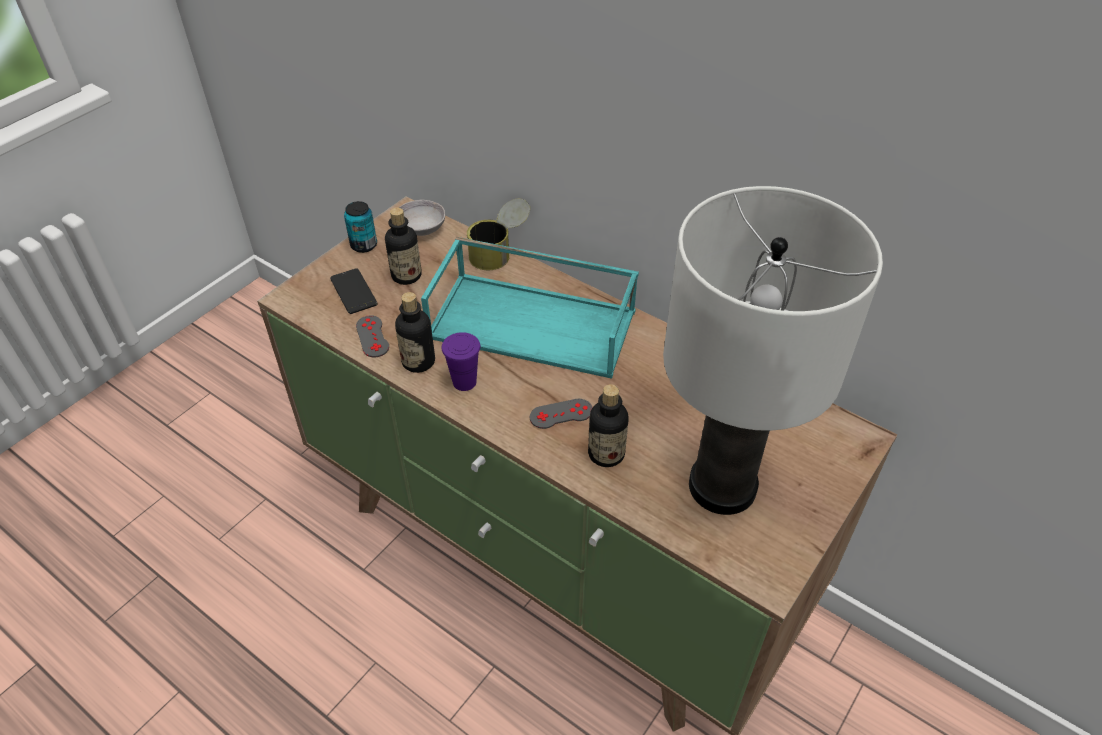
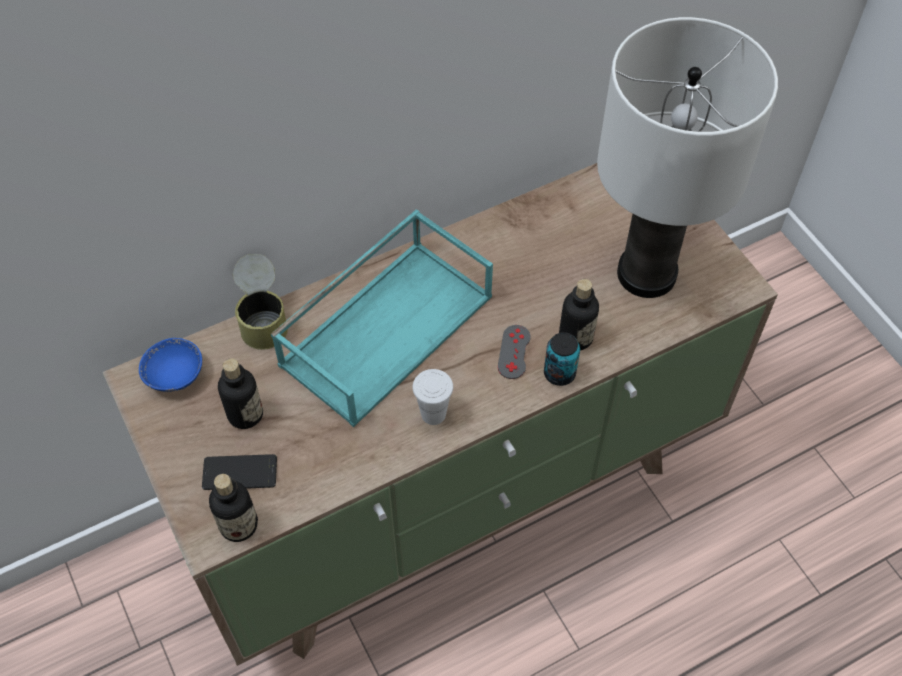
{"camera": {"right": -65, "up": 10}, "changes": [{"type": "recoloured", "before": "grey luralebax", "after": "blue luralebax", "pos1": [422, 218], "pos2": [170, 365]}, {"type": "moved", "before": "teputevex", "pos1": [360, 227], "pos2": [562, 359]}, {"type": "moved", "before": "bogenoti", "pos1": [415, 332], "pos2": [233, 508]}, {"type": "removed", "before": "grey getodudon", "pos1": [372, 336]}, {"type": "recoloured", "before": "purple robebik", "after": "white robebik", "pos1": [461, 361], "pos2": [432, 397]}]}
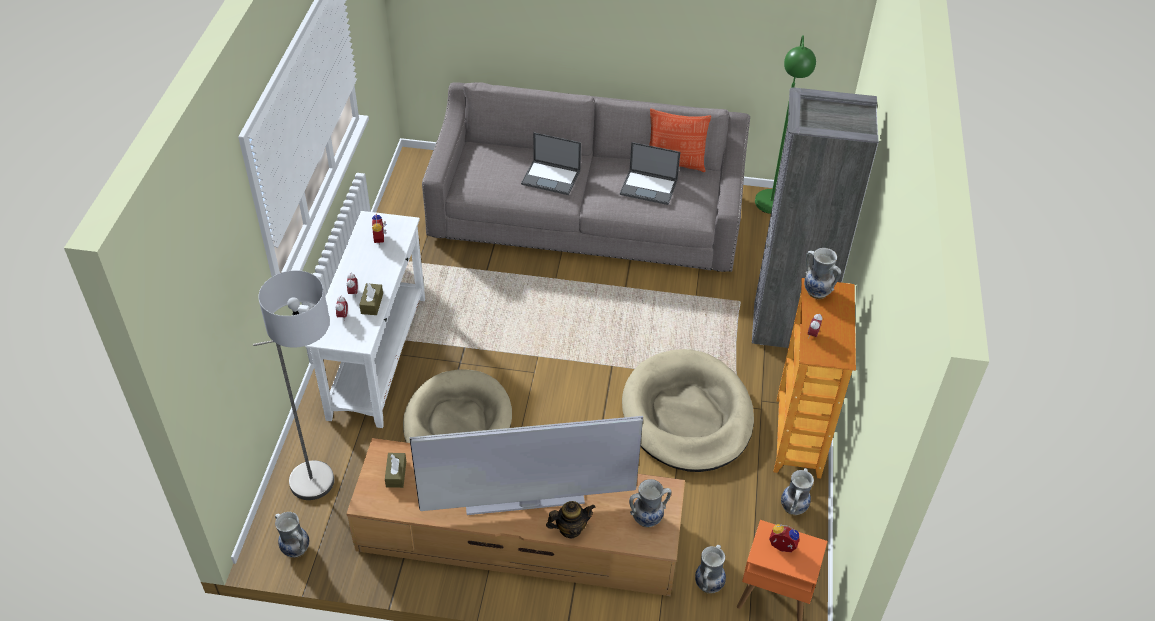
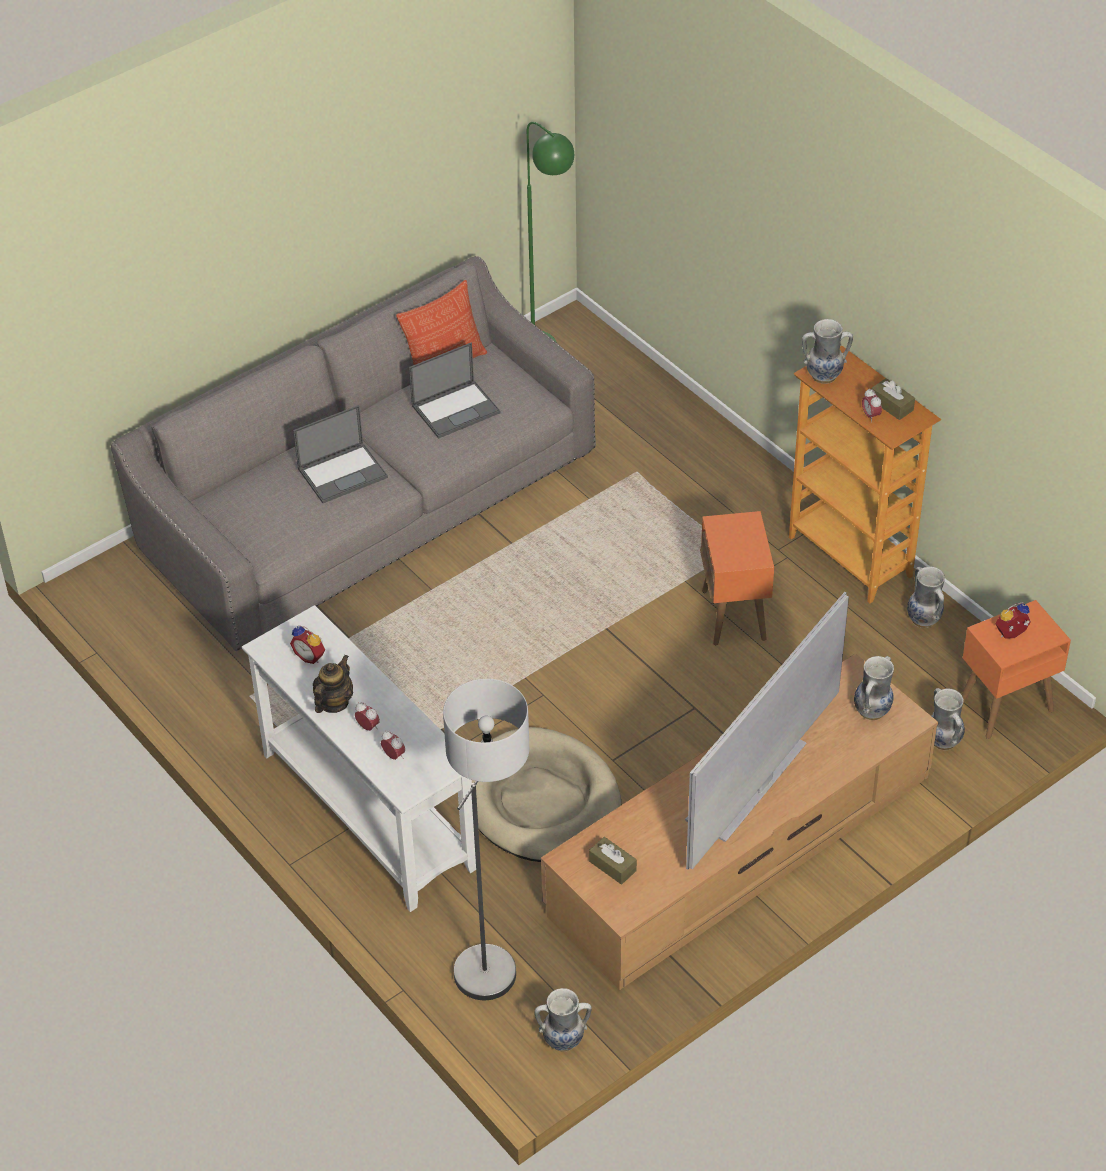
{"camera": {"right": -45, "up": 0}, "changes": [{"type": "removed", "before": "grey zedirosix", "pos1": [815, 217]}, {"type": "moved", "before": "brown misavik", "pos1": [371, 299], "pos2": [893, 399]}, {"type": "replaced", "before": "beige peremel", "after": "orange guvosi", "pos1": [688, 410], "pos2": [737, 578]}, {"type": "moved", "before": "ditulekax", "pos1": [570, 519], "pos2": [333, 684]}]}
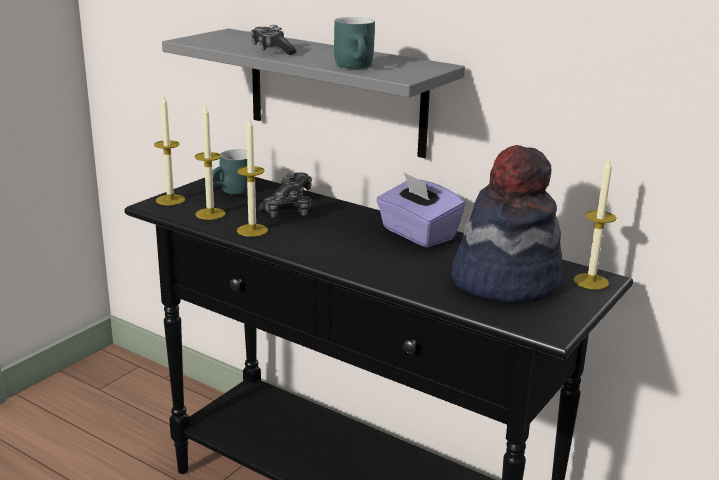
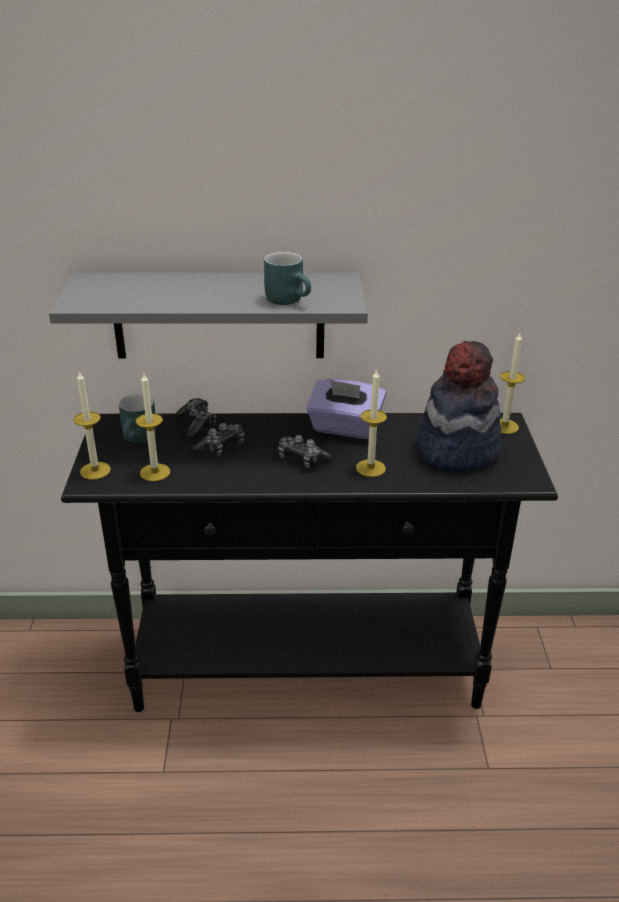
{"camera": {"right": -35, "up": 10}, "changes": [{"type": "moved", "before": "getodudon", "pos1": [273, 40], "pos2": [305, 451]}, {"type": "moved", "before": "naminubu", "pos1": [252, 177], "pos2": [371, 423]}]}
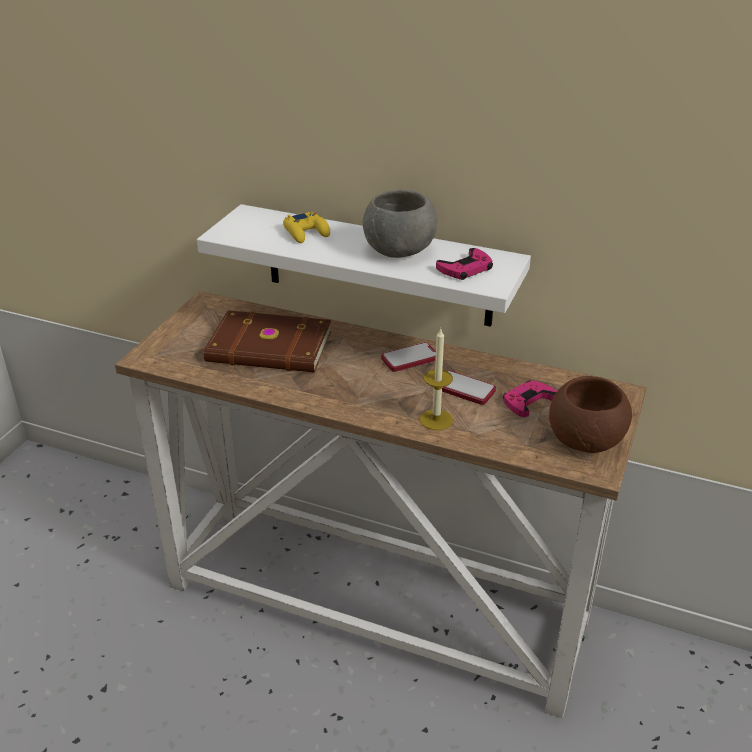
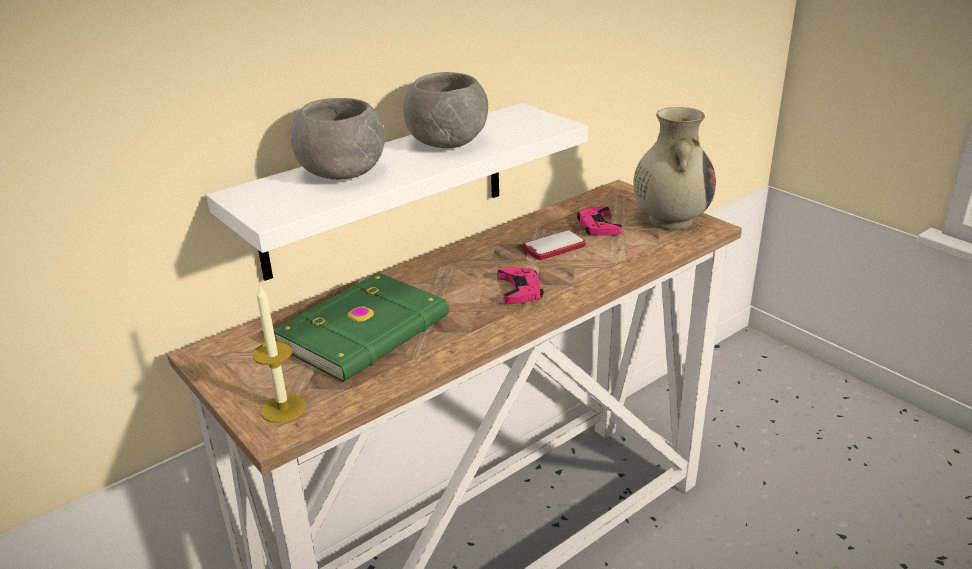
{"camera": {"right": -60, "up": -5}, "changes": [{"type": "replaced", "before": "yellow getodudon", "after": "grey luralebax", "pos1": [306, 227], "pos2": [338, 139]}, {"type": "moved", "before": "pink getodudon", "pos1": [464, 264], "pos2": [520, 285]}, {"type": "recoloured", "before": "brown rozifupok", "after": "green rozifupok", "pos1": [267, 341], "pos2": [361, 327]}, {"type": "moved", "before": "naminubu", "pos1": [436, 379], "pos2": [279, 353]}, {"type": "removed", "before": "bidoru", "pos1": [408, 357]}, {"type": "replaced", "before": "brown luralebax", "after": "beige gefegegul", "pos1": [590, 414], "pos2": [674, 168]}]}
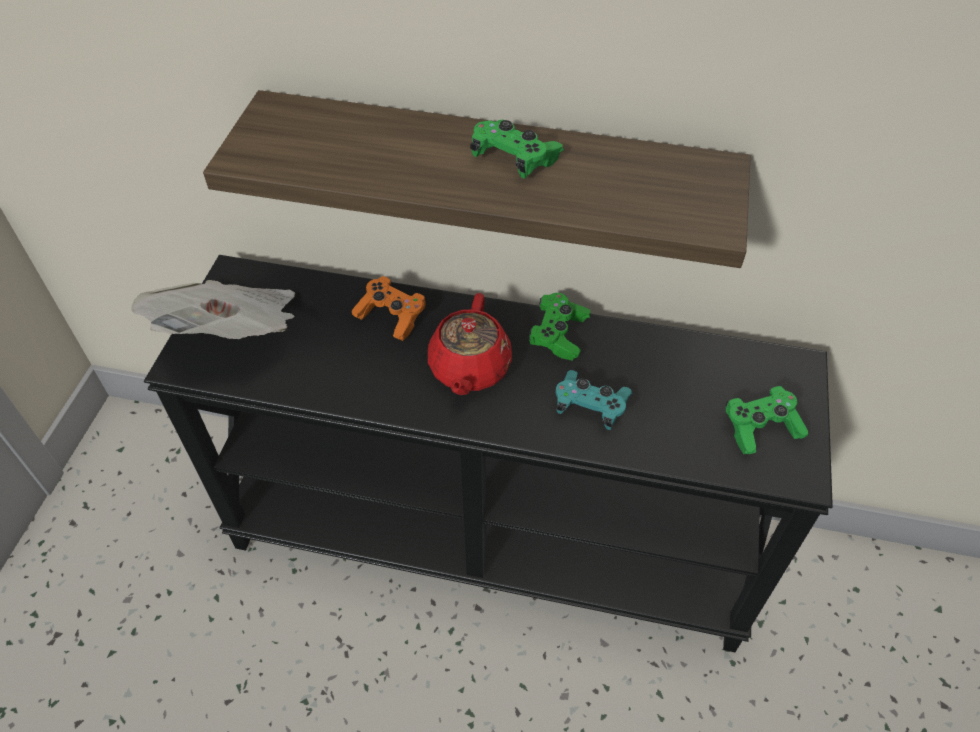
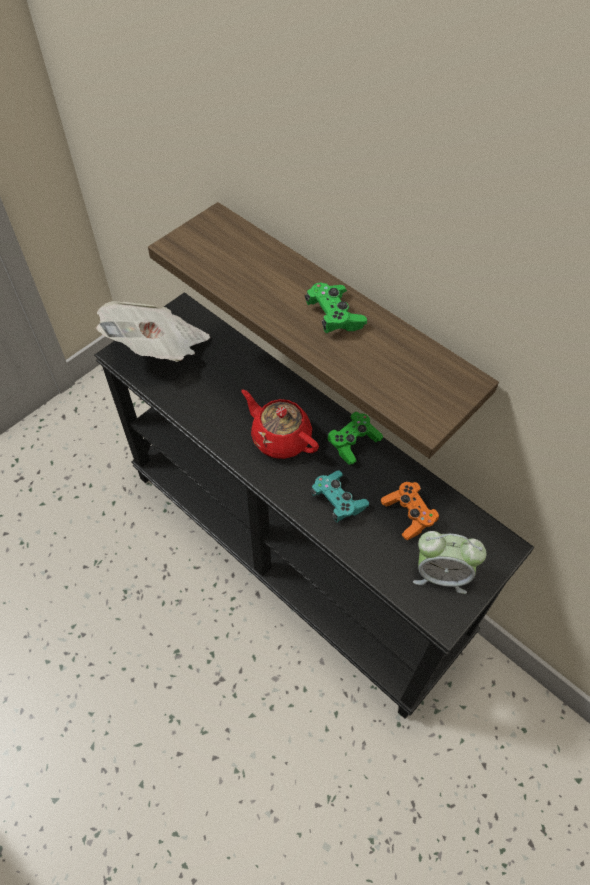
{"camera": {"right": 30, "up": 5}, "changes": [{"type": "moved", "before": "orange getodudon", "pos1": [389, 308], "pos2": [410, 511]}, {"type": "turned", "before": "red ditulekax", "pos1": [470, 344], "pos2": [280, 424], "turn": 90}, {"type": "replaced", "before": "green getodudon", "after": "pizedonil", "pos1": [767, 420], "pos2": [449, 562]}]}
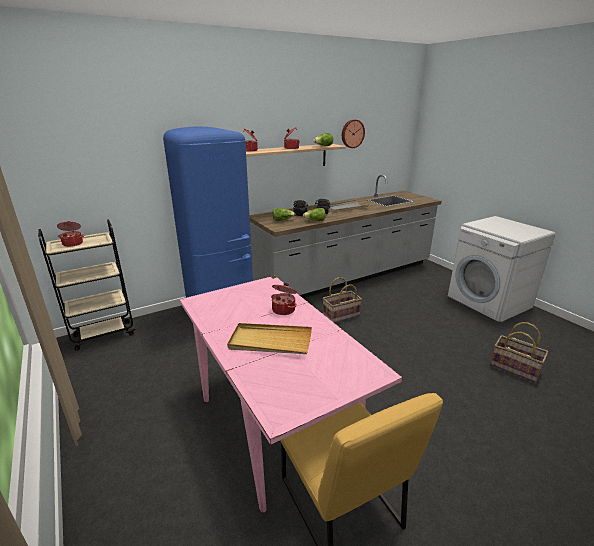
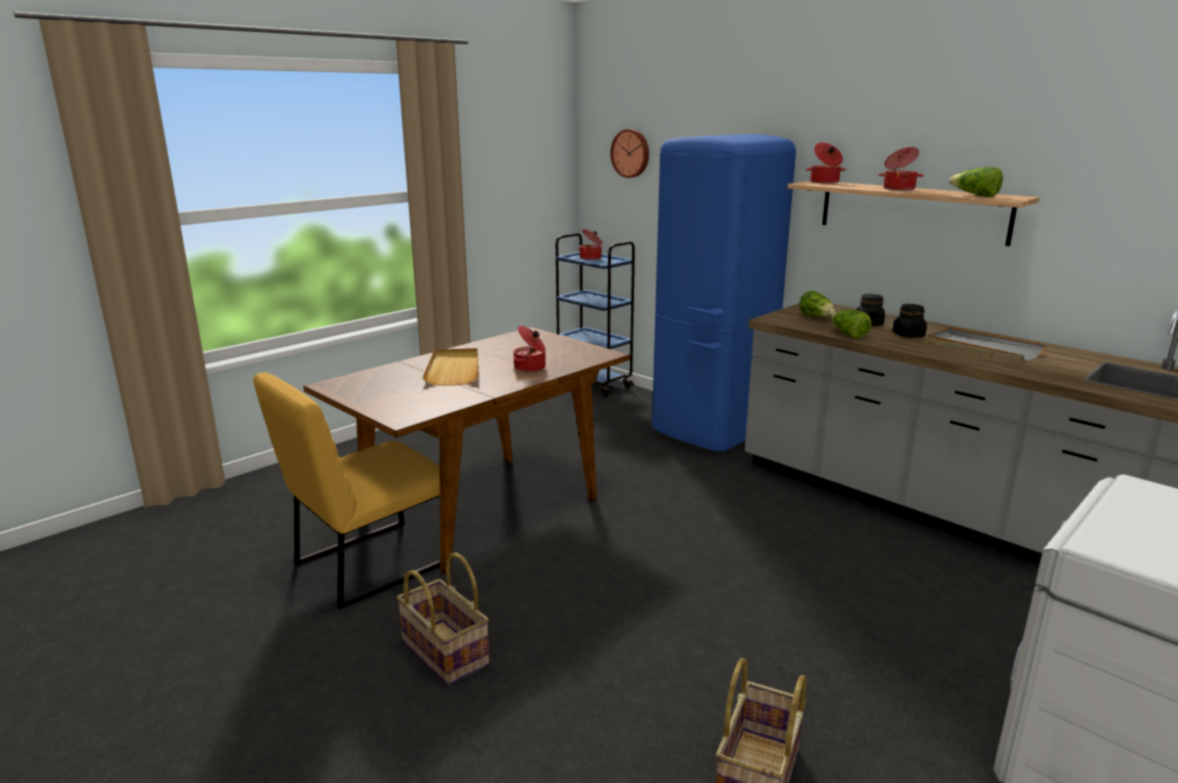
{"camera": {"right": 75, "up": -5}, "changes": [{"type": "moved", "before": "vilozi", "pos1": [353, 133], "pos2": [629, 153]}, {"type": "recoloured", "before": "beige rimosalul", "after": "blue rimosalul", "pos1": [87, 285], "pos2": [595, 315]}, {"type": "recoloured", "before": "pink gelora", "after": "brown gelora", "pos1": [291, 394], "pos2": [466, 450]}, {"type": "moved", "before": "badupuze", "pos1": [342, 300], "pos2": [443, 618]}]}
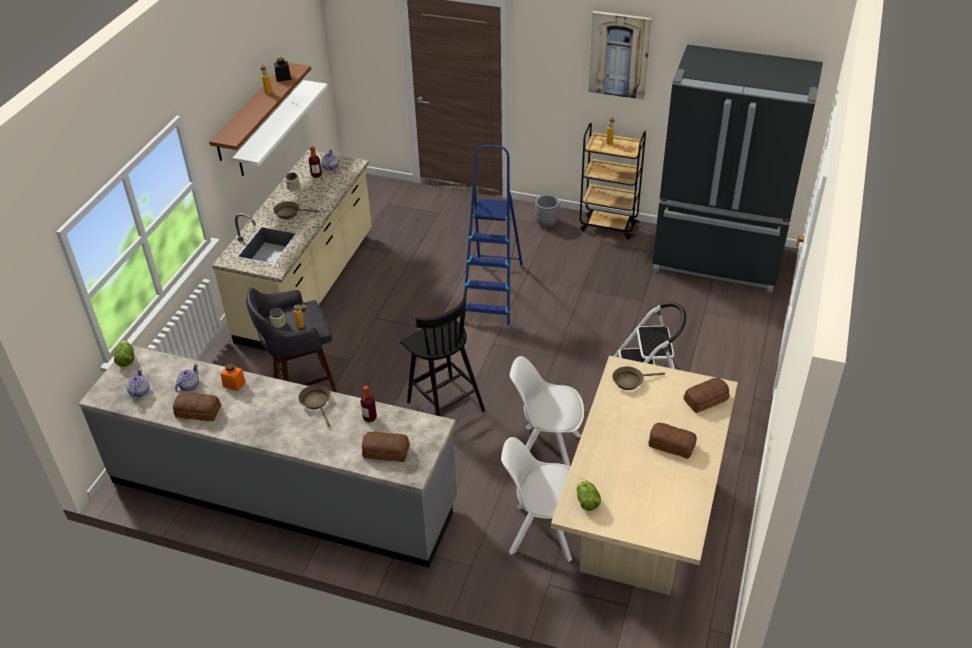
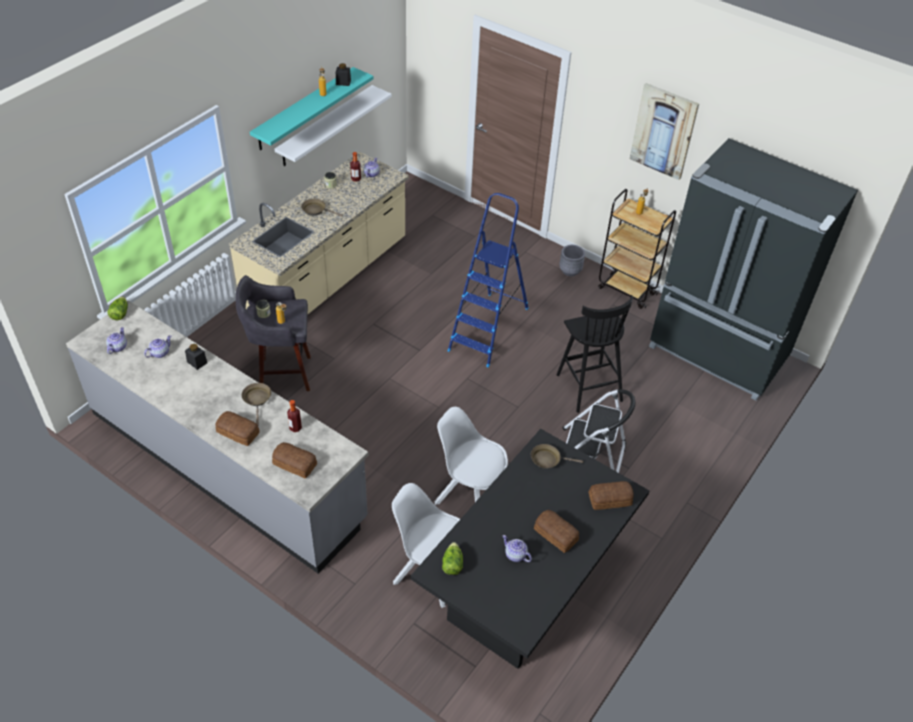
{"camera": {"right": 15, "up": 5}, "changes": [{"type": "recoloured", "before": "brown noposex", "after": "turquoise noposex", "pos1": [260, 112], "pos2": [311, 109]}, {"type": "moved", "before": "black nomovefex", "pos1": [442, 355], "pos2": [594, 354]}, {"type": "recoloured", "before": "beige gelora", "after": "black gelora", "pos1": [644, 475], "pos2": [530, 549]}, {"type": "recoloured", "before": "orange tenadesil", "after": "black tenadesil", "pos1": [233, 377], "pos2": [196, 357]}, {"type": "moved", "before": "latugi", "pos1": [197, 406], "pos2": [237, 428]}, {"type": "added", "after": "ditulekax", "pos2": [517, 548]}]}
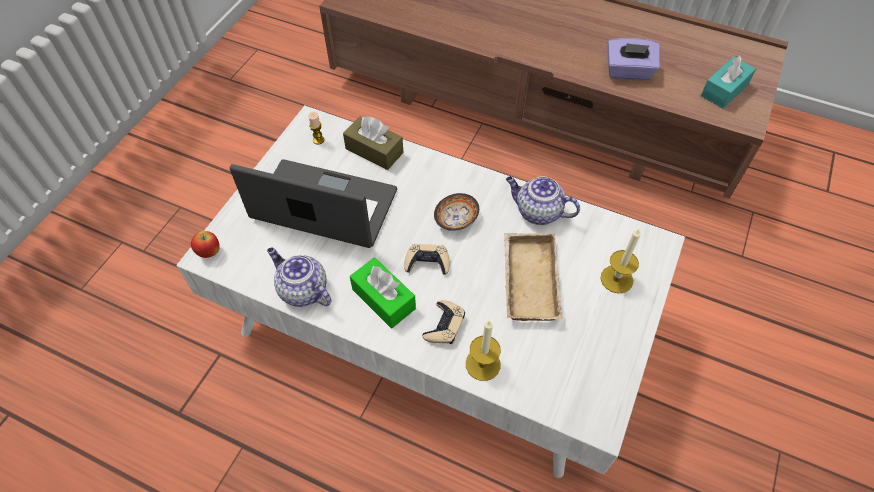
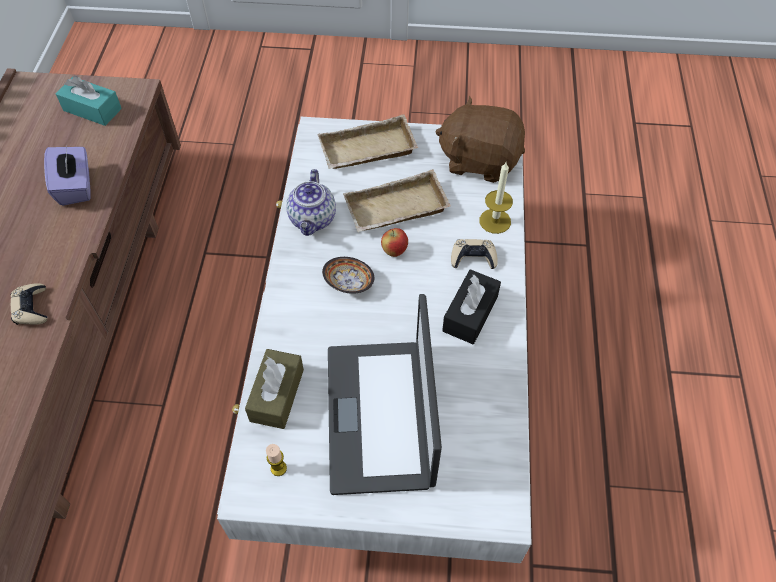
{"camera": {"right": -110, "up": 0}, "changes": [{"type": "replaced", "before": "naminubu", "after": "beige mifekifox", "pos1": [620, 261], "pos2": [367, 141]}, {"type": "moved", "before": "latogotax", "pos1": [205, 244], "pos2": [394, 242]}, {"type": "moved", "before": "beige getodudon", "pos1": [427, 259], "pos2": [29, 304]}, {"type": "removed", "before": "ditulekax", "pos1": [299, 277]}, {"type": "recoloured", "before": "green misavik", "after": "black misavik", "pos1": [383, 293], "pos2": [471, 306]}, {"type": "added", "after": "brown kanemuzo", "pos2": [480, 139]}]}
